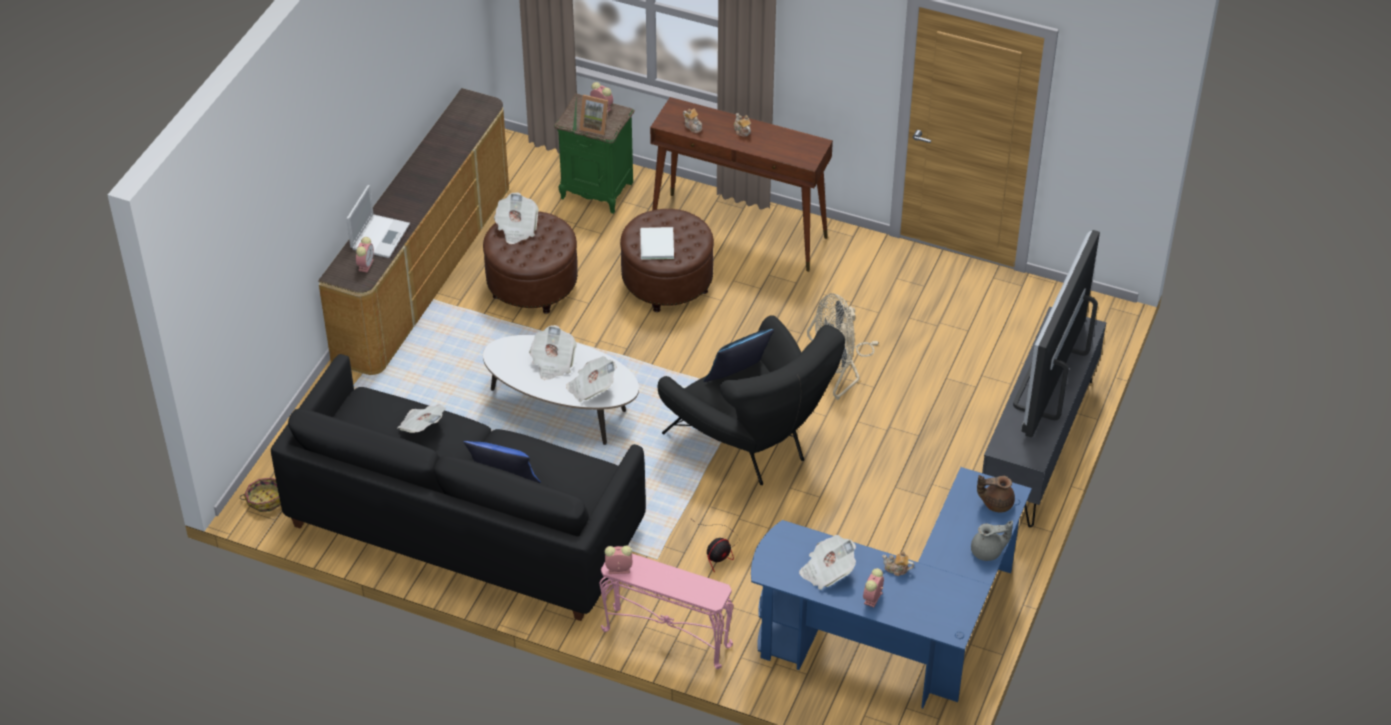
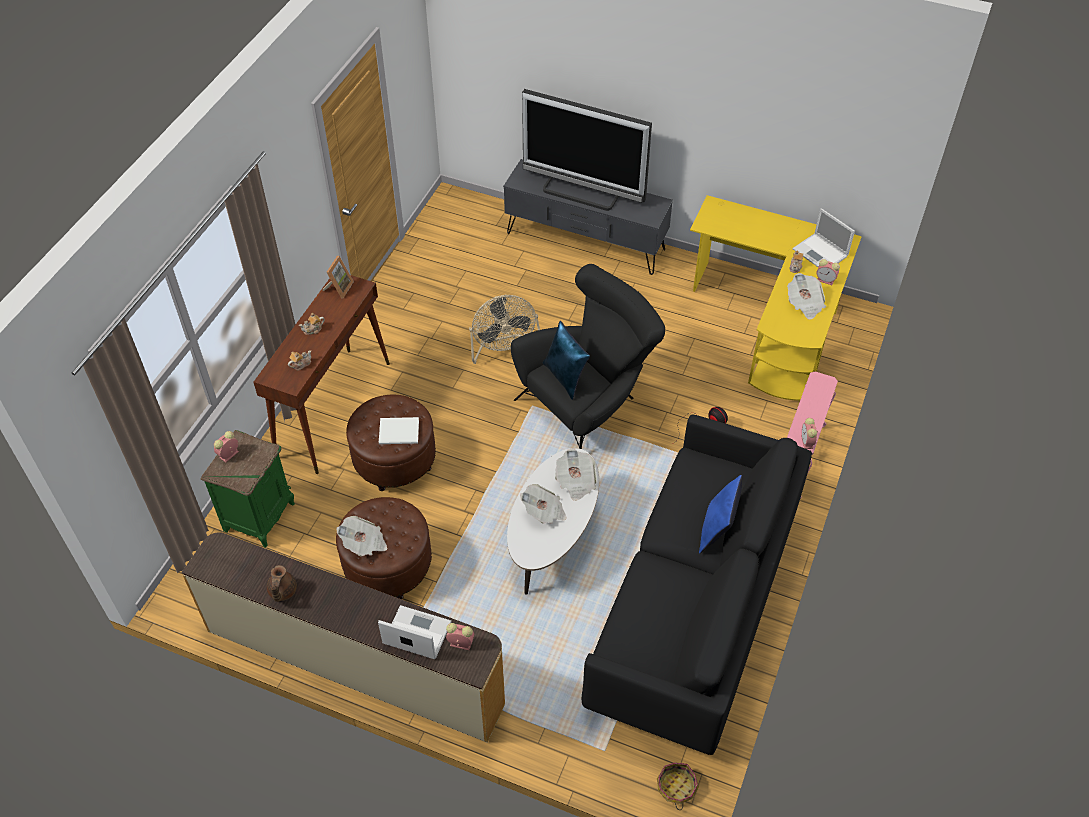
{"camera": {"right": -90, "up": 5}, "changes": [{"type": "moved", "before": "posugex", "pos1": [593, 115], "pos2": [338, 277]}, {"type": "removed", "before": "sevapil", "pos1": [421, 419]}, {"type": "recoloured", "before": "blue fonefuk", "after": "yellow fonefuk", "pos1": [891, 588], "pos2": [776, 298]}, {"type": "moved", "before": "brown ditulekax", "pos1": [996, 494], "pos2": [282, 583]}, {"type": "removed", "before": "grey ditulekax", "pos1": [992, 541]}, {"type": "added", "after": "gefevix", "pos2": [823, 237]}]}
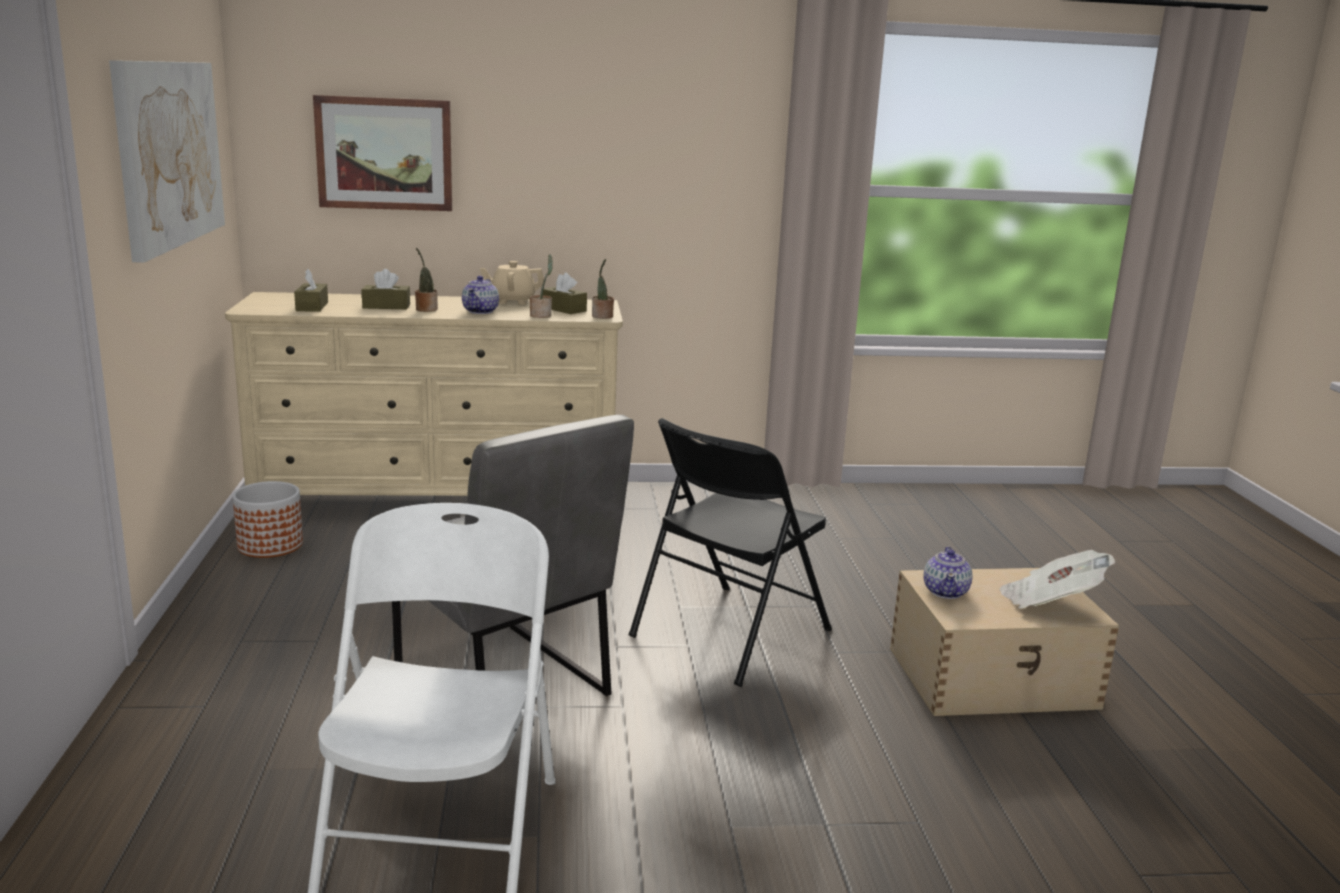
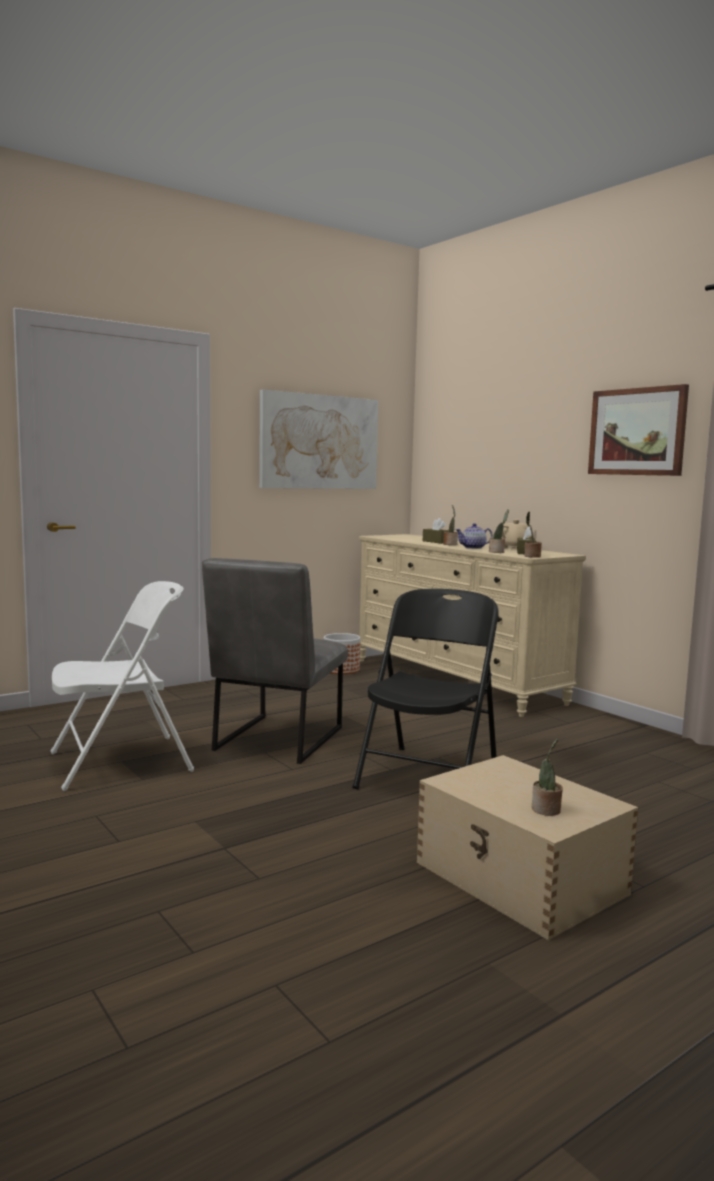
{"camera": {"right": 60, "up": -10}, "changes": [{"type": "moved", "before": "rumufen", "pos1": [382, 153], "pos2": [638, 430]}, {"type": "removed", "before": "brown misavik", "pos1": [311, 290]}, {"type": "turned", "before": "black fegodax", "pos1": [730, 552], "pos2": [425, 689], "turn": 105}, {"type": "removed", "before": "ditulekax", "pos1": [948, 573]}, {"type": "replaced", "before": "sevapil", "after": "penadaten", "pos1": [1057, 579], "pos2": [547, 777]}]}
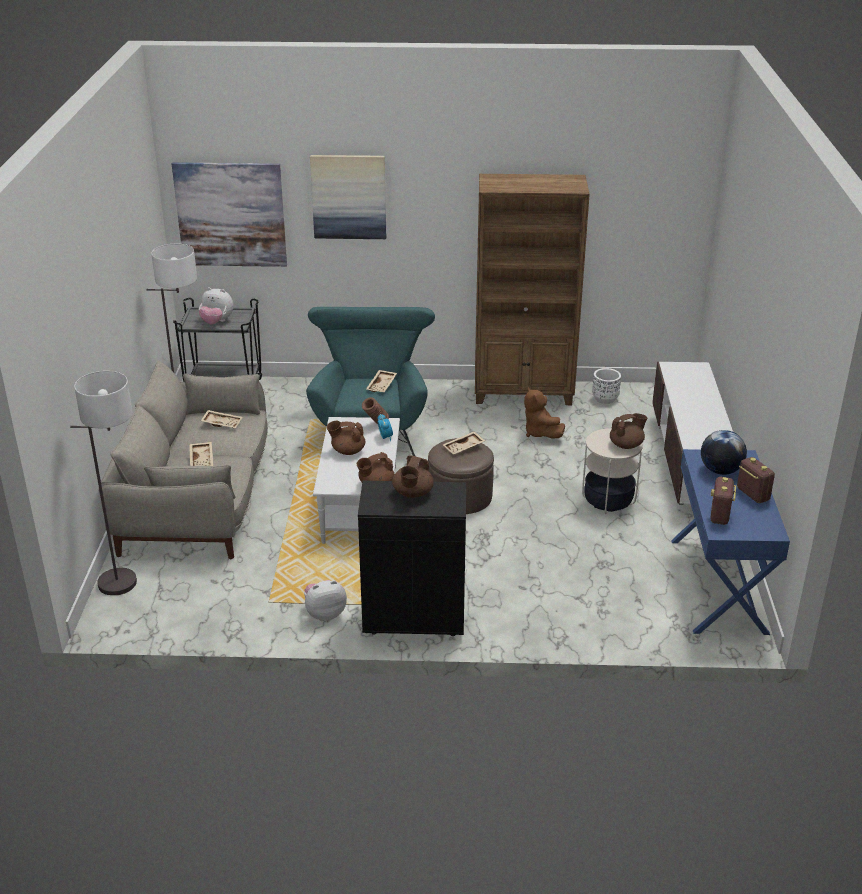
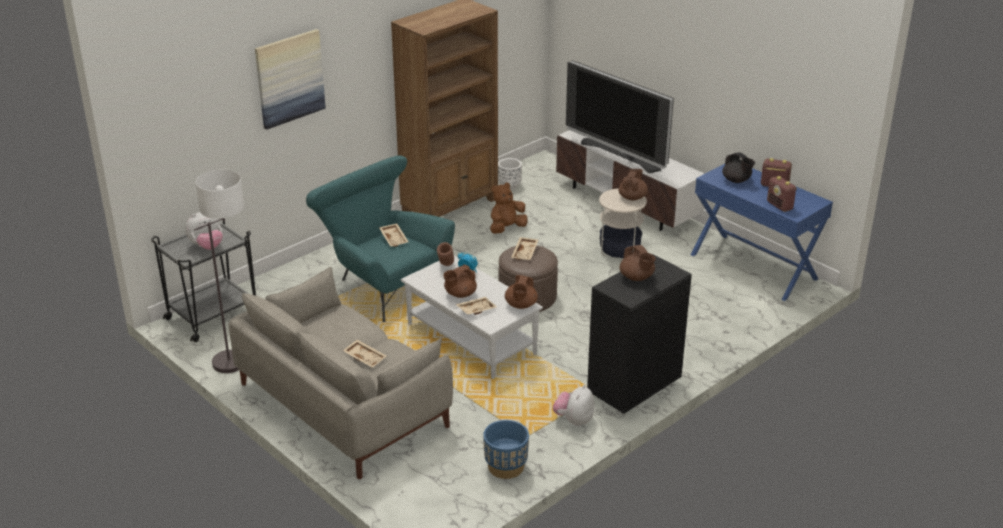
{"camera": {"right": -45, "up": 0}, "changes": [{"type": "removed", "before": "rumufen", "pos1": [229, 214]}, {"type": "removed", "before": "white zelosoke", "pos1": [103, 483]}, {"type": "turned", "before": "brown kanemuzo", "pos1": [544, 413], "pos2": [508, 208], "turn": 120}, {"type": "moved", "before": "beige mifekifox", "pos1": [221, 419], "pos2": [476, 306]}, {"type": "replaced", "before": "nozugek", "after": "black ditulekax", "pos1": [724, 452], "pos2": [738, 167]}, {"type": "added", "after": "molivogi", "pos2": [620, 116]}, {"type": "added", "after": "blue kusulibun", "pos2": [506, 449]}]}
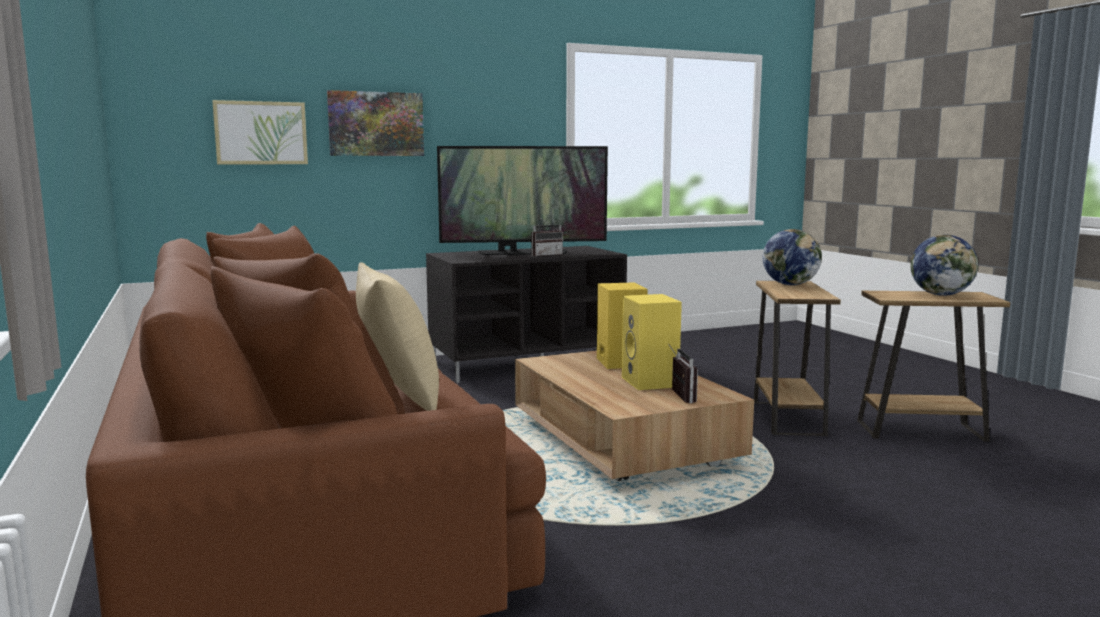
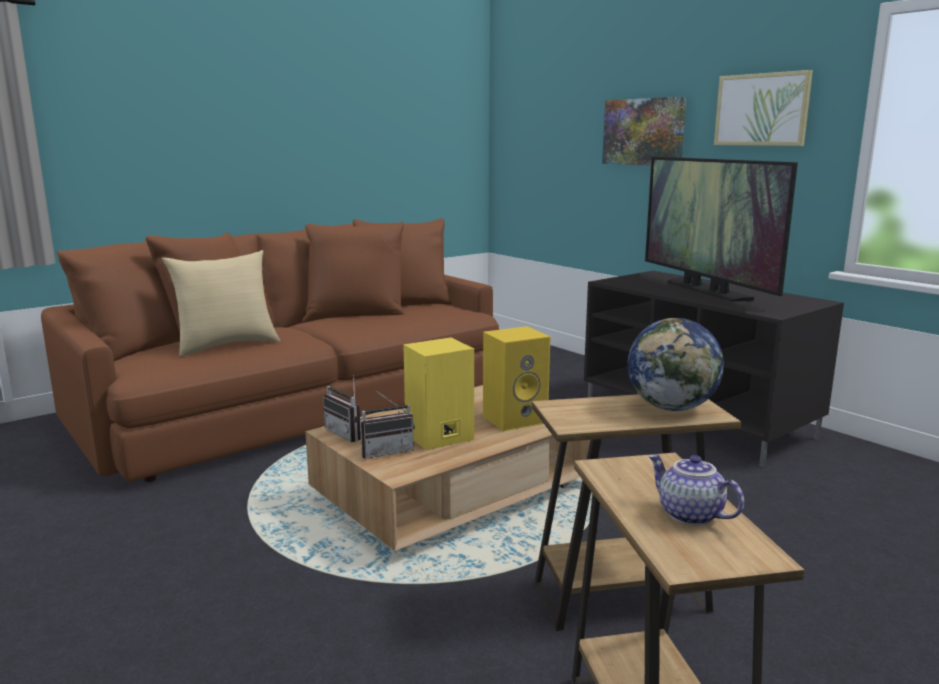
{"camera": {"right": 75, "up": 5}, "changes": [{"type": "moved", "before": "rumufen", "pos1": [260, 132], "pos2": [763, 108]}, {"type": "moved", "before": "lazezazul", "pos1": [547, 237], "pos2": [342, 408]}, {"type": "replaced", "before": "nozugek", "after": "ditulekax", "pos1": [944, 265], "pos2": [696, 489]}]}
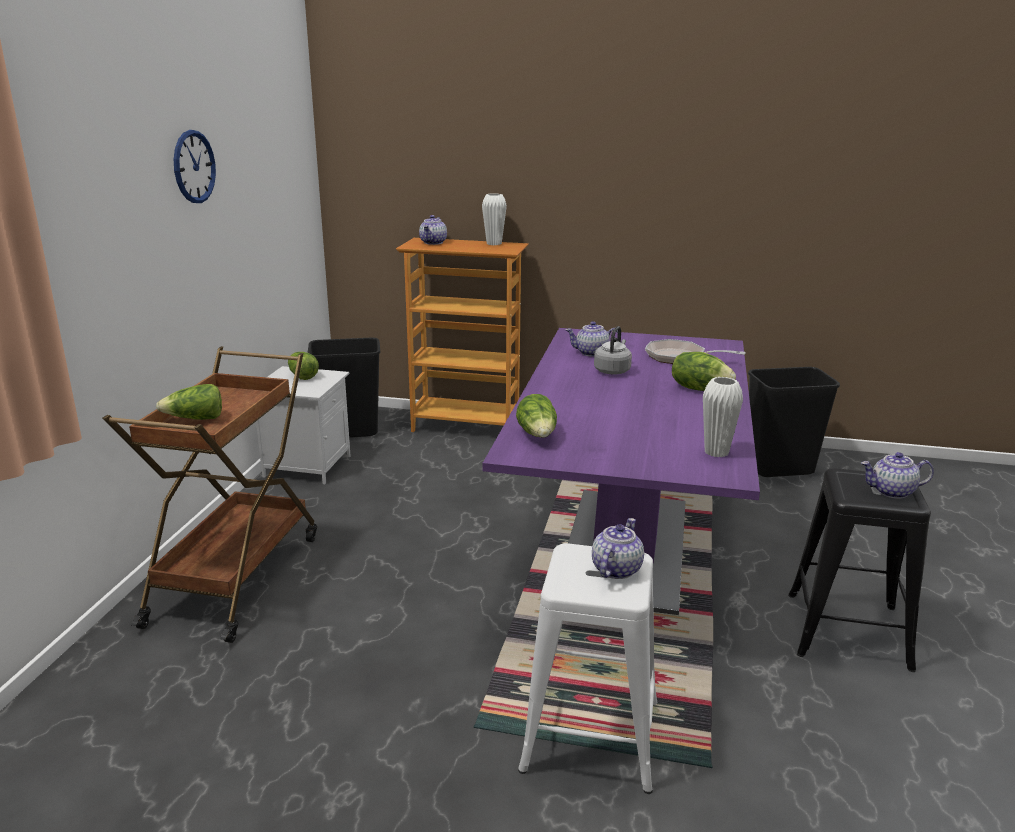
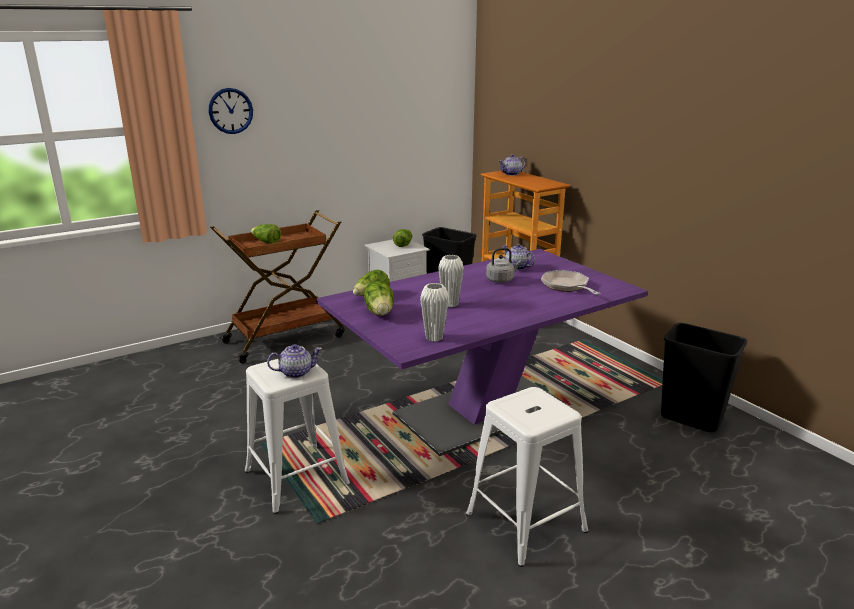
{"camera": {"right": 45, "up": 0}, "changes": [{"type": "moved", "before": "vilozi", "pos1": [195, 166], "pos2": [231, 111]}, {"type": "moved", "before": "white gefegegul", "pos1": [494, 219], "pos2": [451, 281]}, {"type": "moved", "before": "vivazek", "pos1": [704, 371], "pos2": [379, 298]}, {"type": "removed", "before": "ditulekax", "pos1": [897, 475]}, {"type": "recoloured", "before": "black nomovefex", "after": "white nomovefex", "pos1": [859, 570], "pos2": [527, 477]}]}
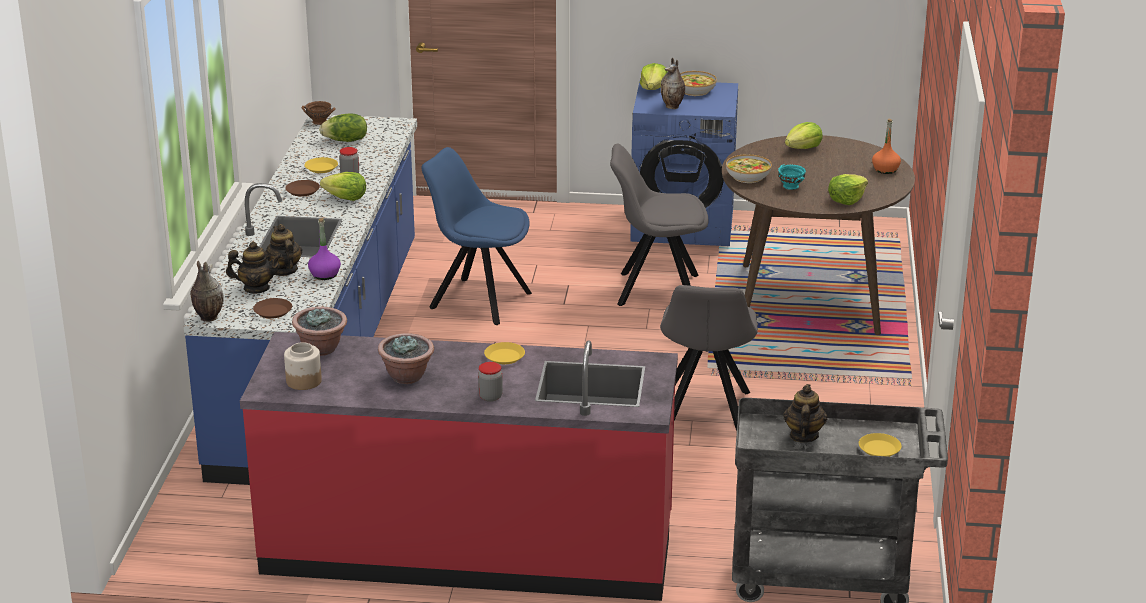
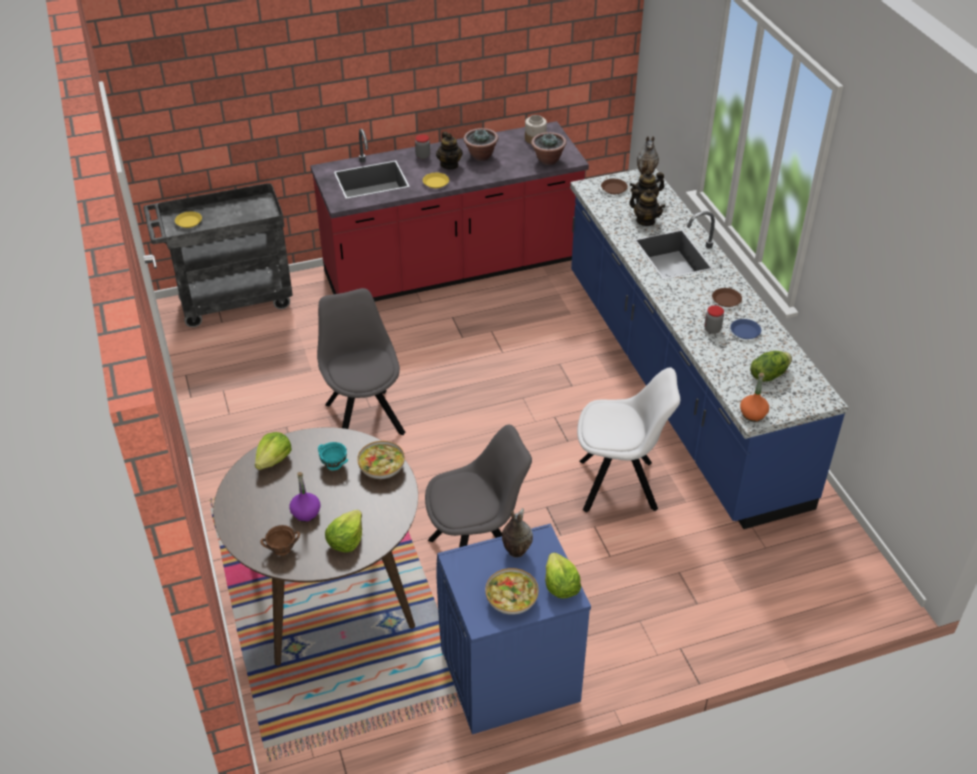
{"camera": {"right": 155, "up": 15}, "changes": [{"type": "moved", "before": "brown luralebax", "pos1": [318, 113], "pos2": [280, 540]}, {"type": "moved", "before": "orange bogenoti", "pos1": [886, 146], "pos2": [754, 397]}, {"type": "recoloured", "before": "blue fegodax", "after": "white fegodax", "pos1": [476, 236], "pos2": [628, 440]}, {"type": "recoloured", "before": "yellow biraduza", "after": "blue biraduza", "pos1": [321, 165], "pos2": [745, 329]}, {"type": "removed", "before": "vivazek", "pos1": [343, 186]}, {"type": "moved", "before": "purple bogenoti", "pos1": [324, 249], "pos2": [305, 497]}, {"type": "moved", "before": "ditulekax", "pos1": [805, 413], "pos2": [449, 151]}]}
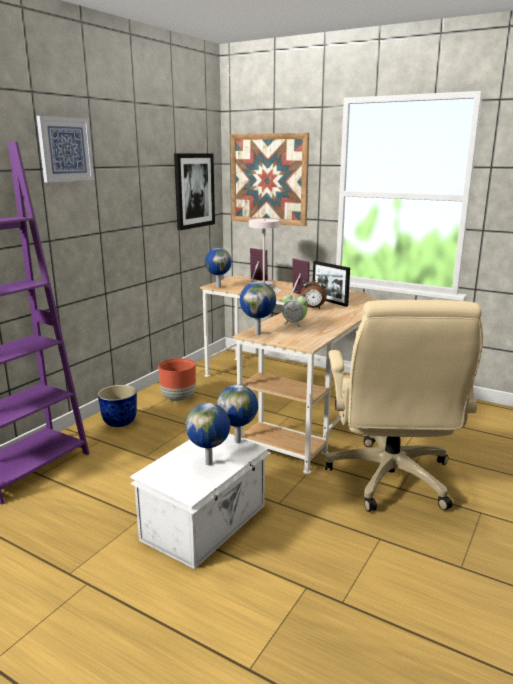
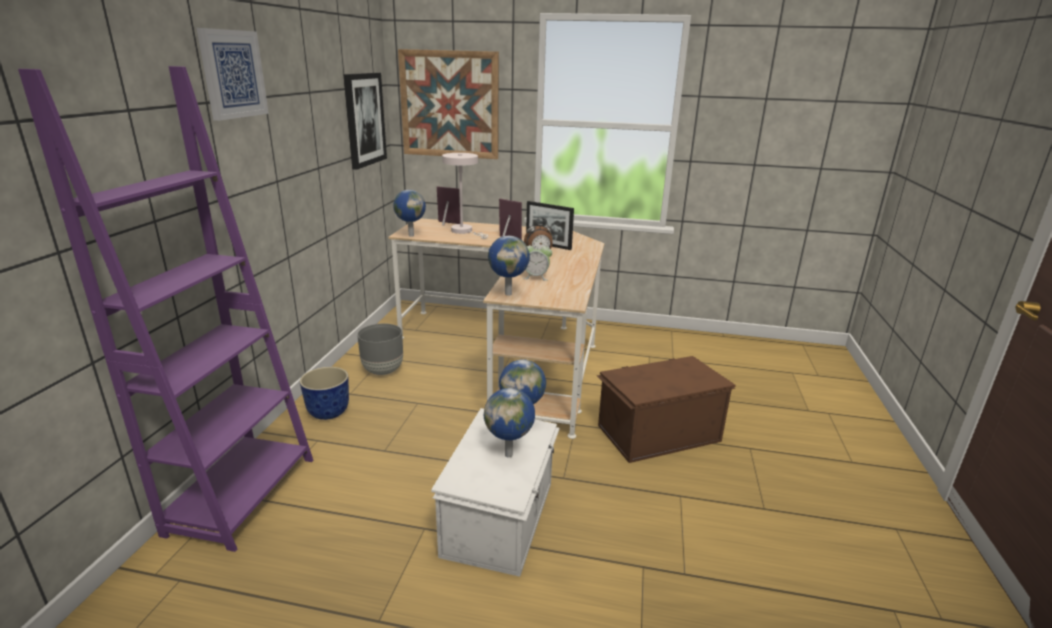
{"camera": {"right": -20, "up": 5}, "changes": [{"type": "replaced", "before": "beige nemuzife", "after": "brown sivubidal", "pos1": [404, 406], "pos2": [666, 409]}, {"type": "recoloured", "before": "brown kusulibun", "after": "grey kusulibun", "pos1": [177, 379], "pos2": [380, 349]}]}
